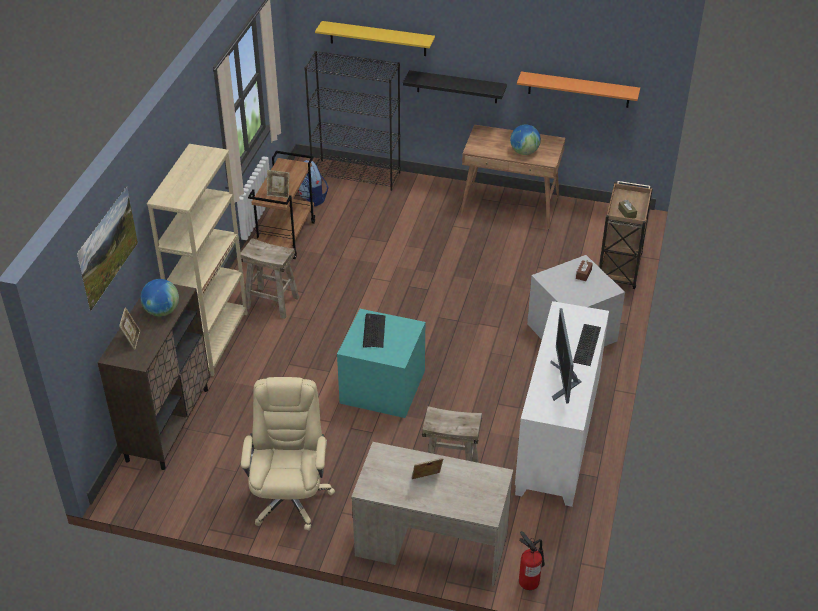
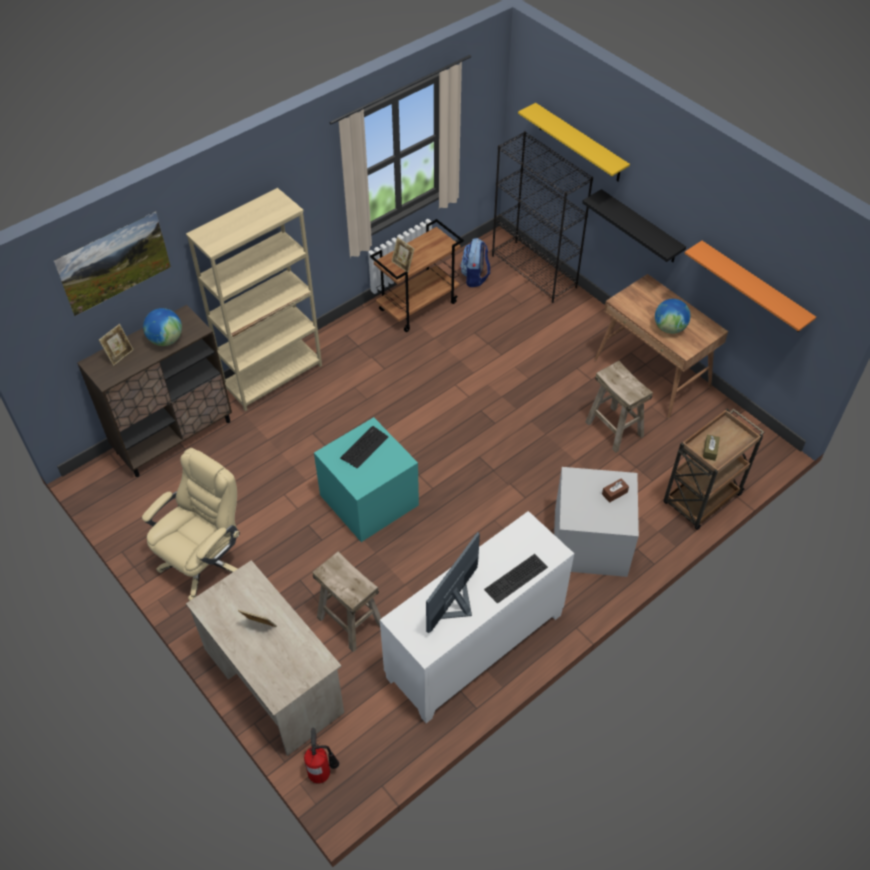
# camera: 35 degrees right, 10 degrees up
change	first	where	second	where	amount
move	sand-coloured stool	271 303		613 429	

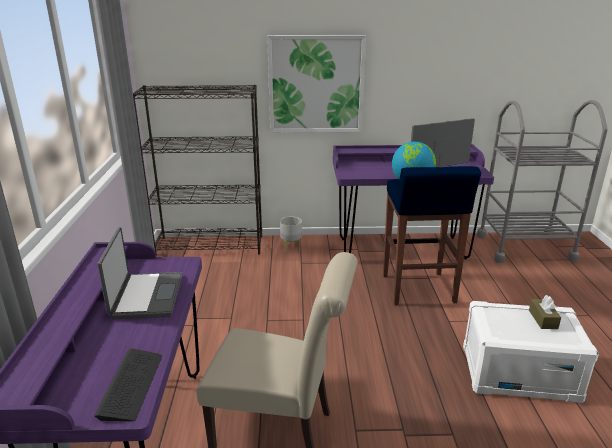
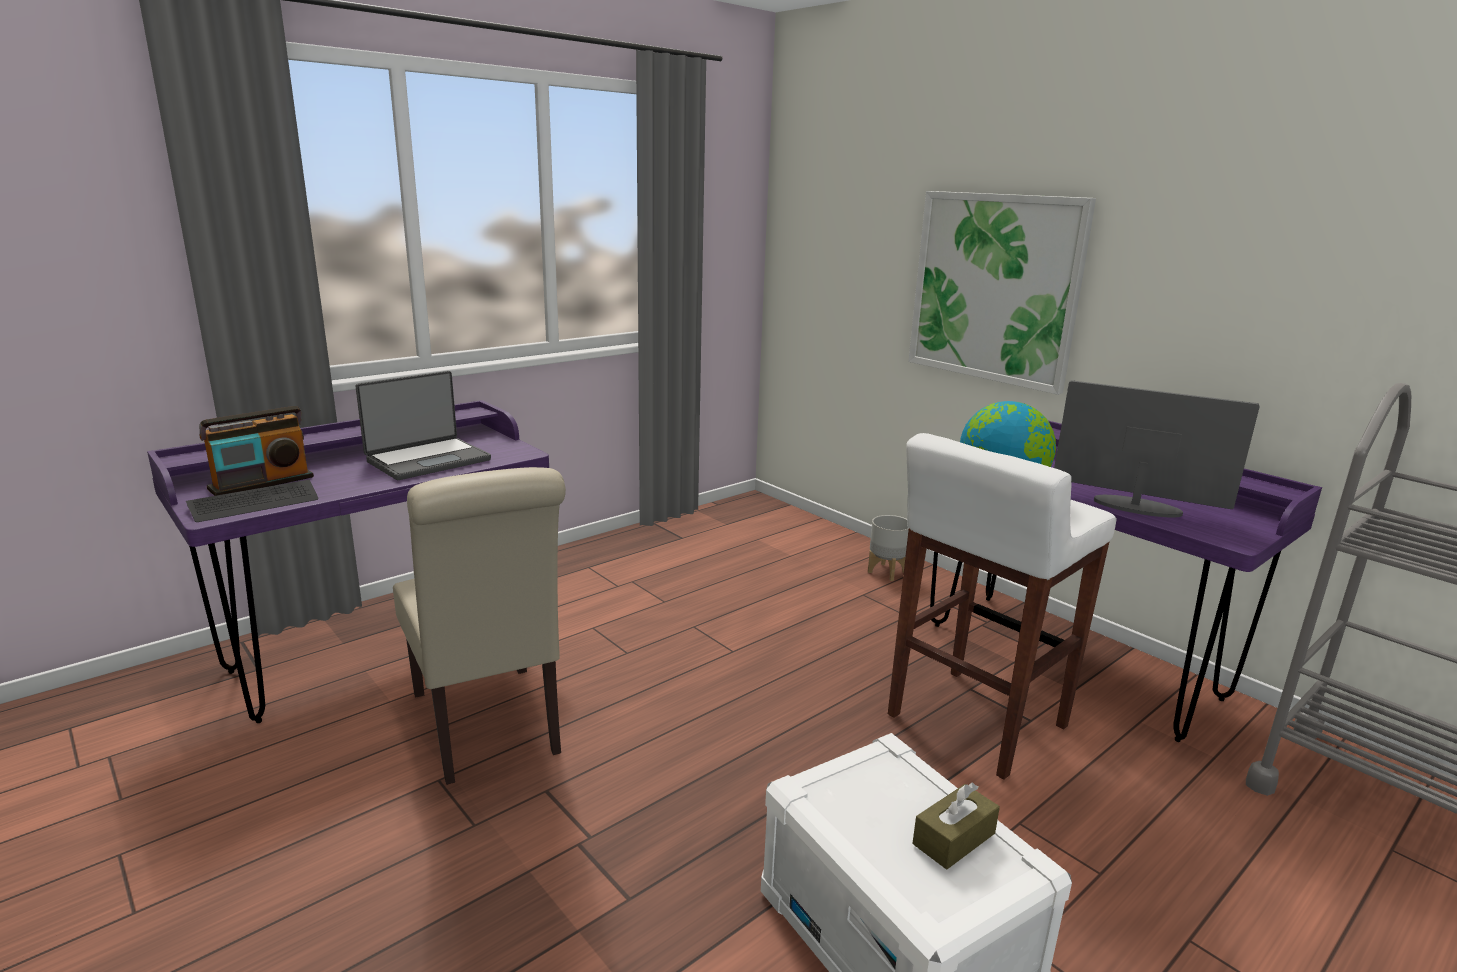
# camera: 50 degrees right, 5 degrees down
change	first	where	second	where	amount
delete	blackish shelving unit	210 245			
recolor	blue-coloured stool	418 289	whitish stool	974 722	
insert			radio	262 483	

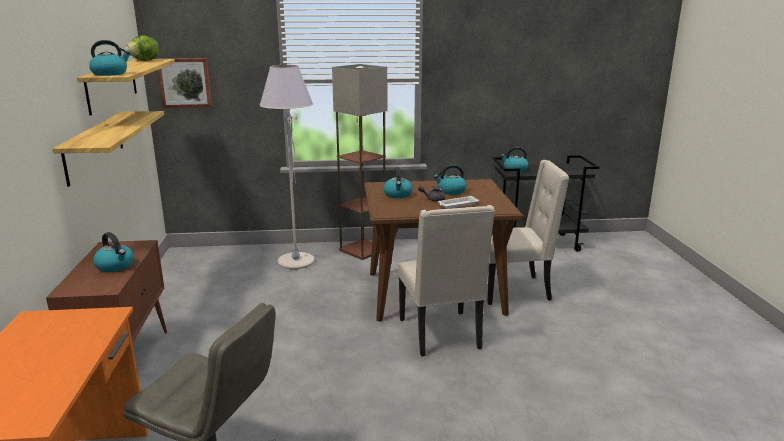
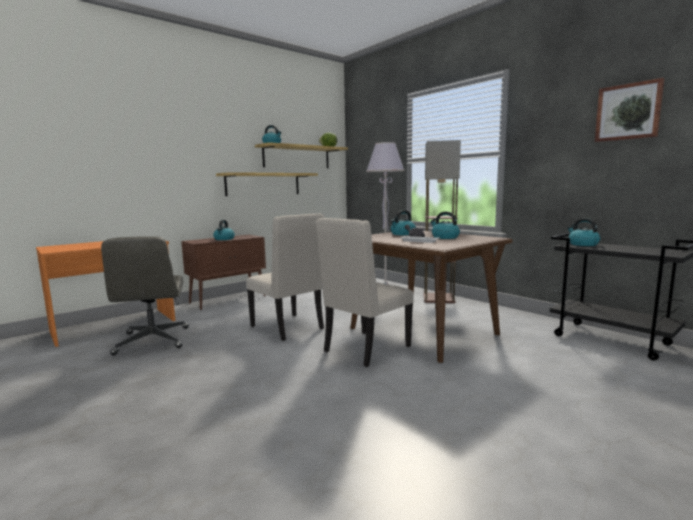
# camera: 55 degrees right, 10 degrees down
change	first	where	second	where	amount
move	wall picture	185 82		628 112	
move	sand-coloured chair	513 289		289 328	

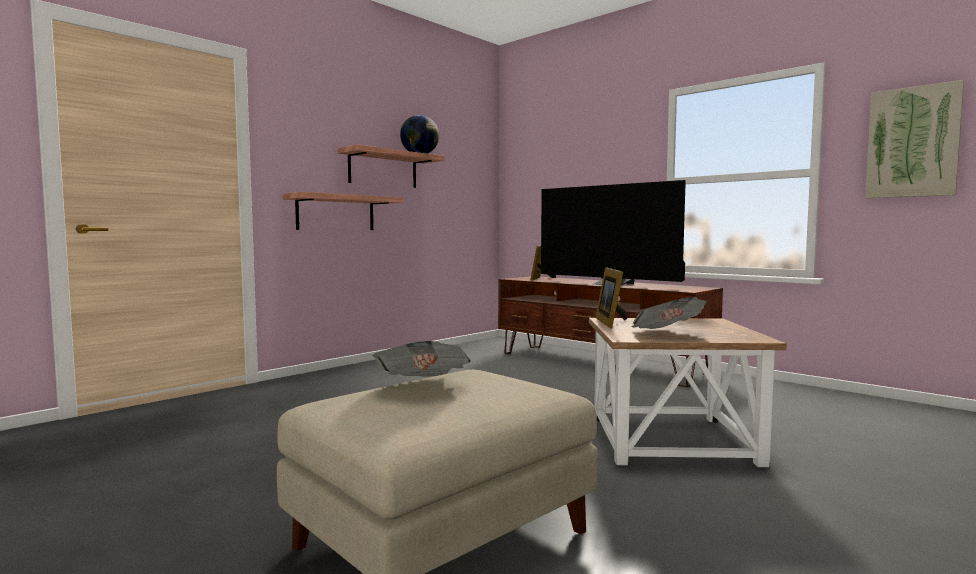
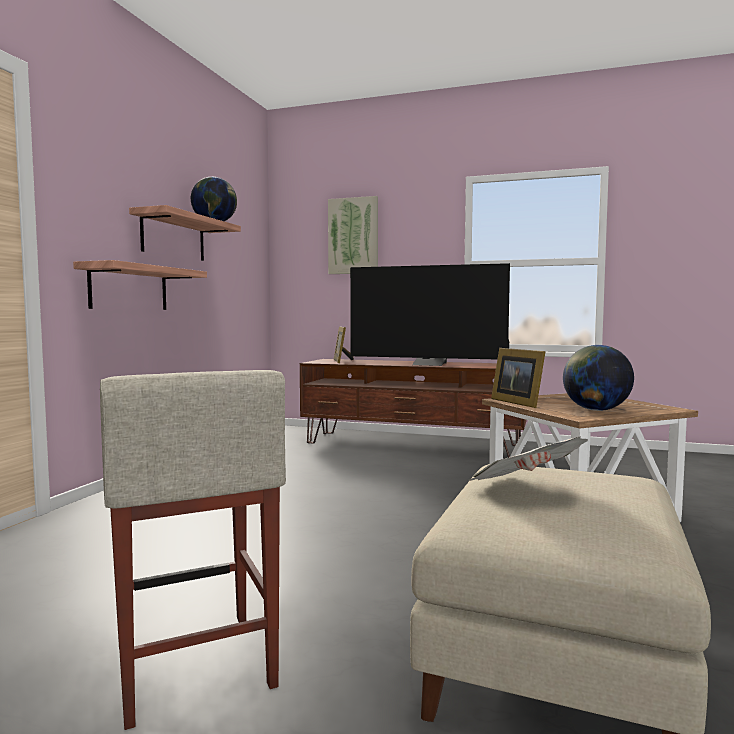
# camera: 25 degrees left, 0 degrees up
change	first	where	second	where	amount
replace	printed paper	667 334	world globe	595 410	
move	wall picture	912 142		353 236	
insert			sand-coloured stool	193 666	

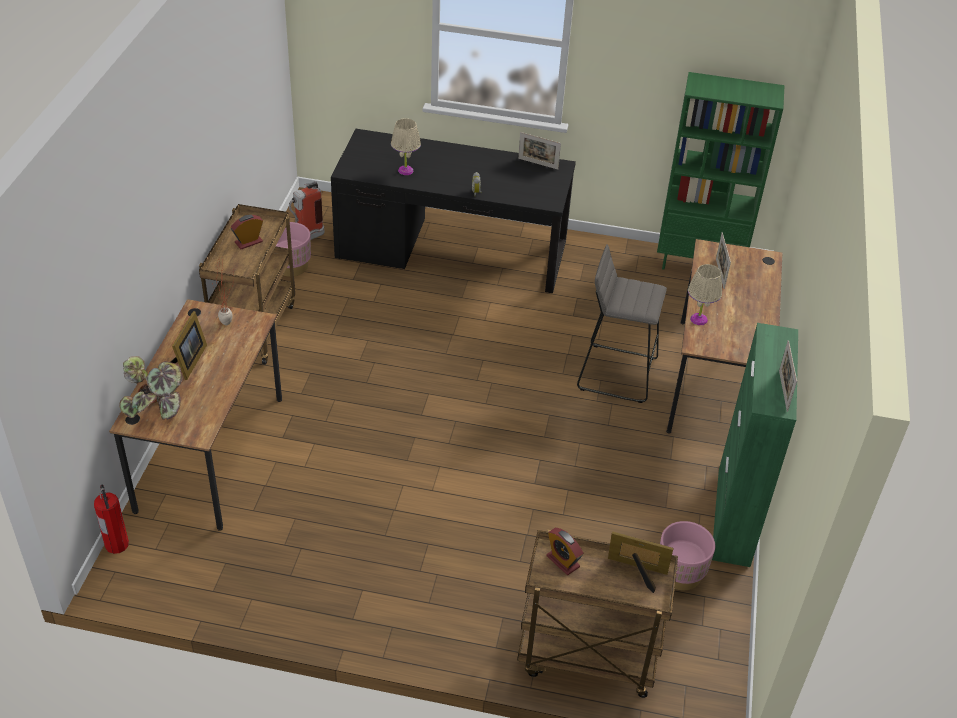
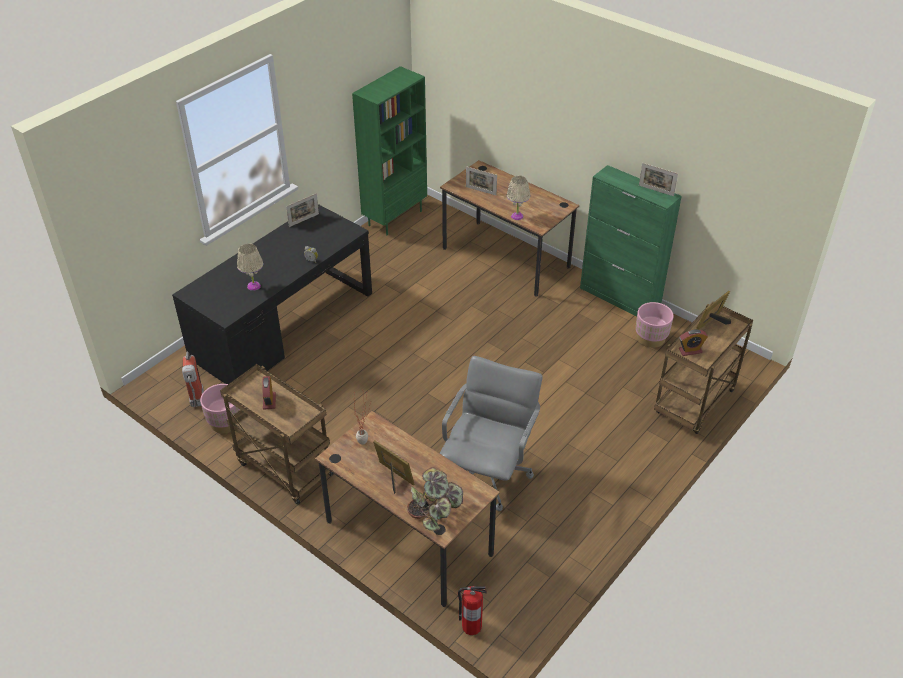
# camera: 60 degrees left, 0 degrees up
change	first	where	second	where	amount
delete	gray stool	617 373			
insert			gray office chair	488 474	

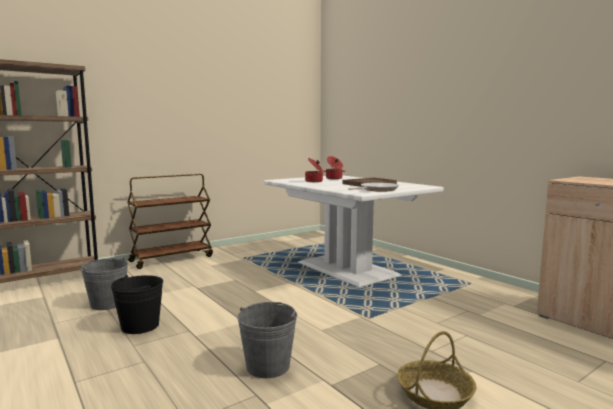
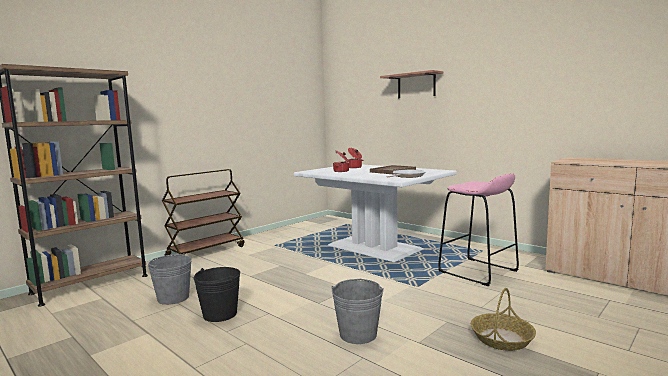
# camera: 10 degrees left, 0 degrees up
change	first	where	second	where	amount
insert			shelf	416 85	
insert			pink-coloured stool	478 271	

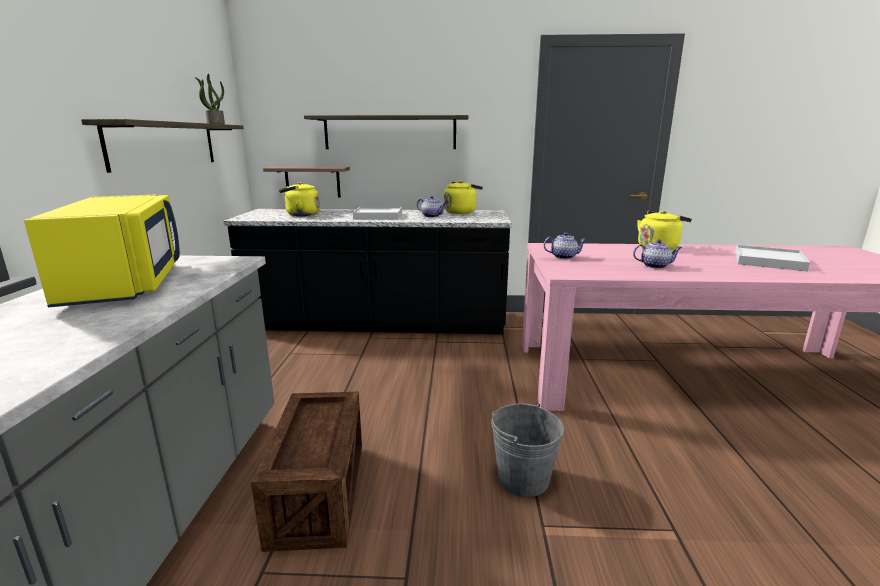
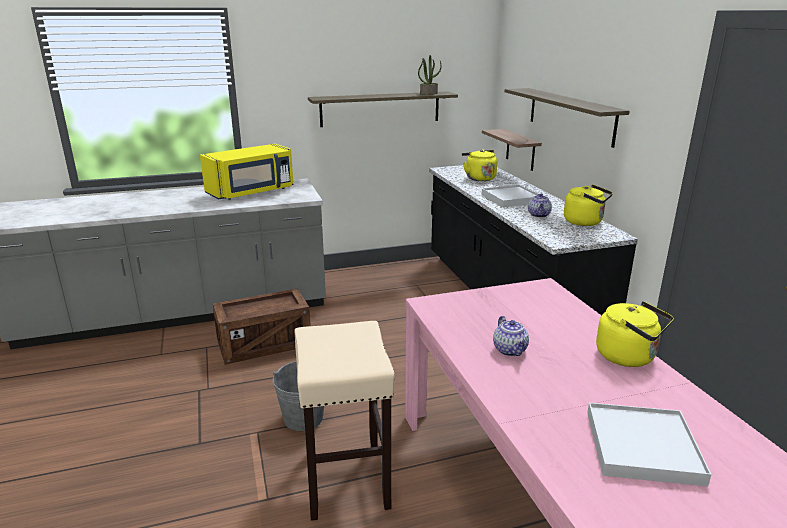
# camera: 70 degrees right, 5 degrees up
change	first	where	second	where	amount
delete	tea pot	564 257			
insert			sand-coloured stool	346 478	

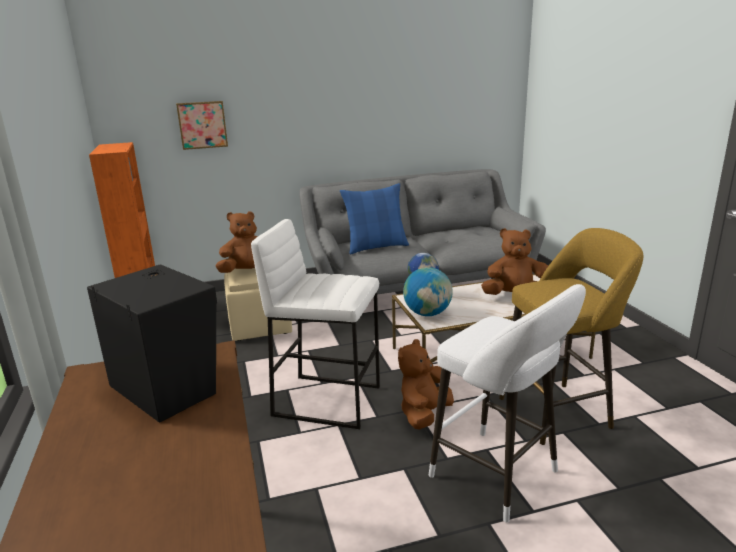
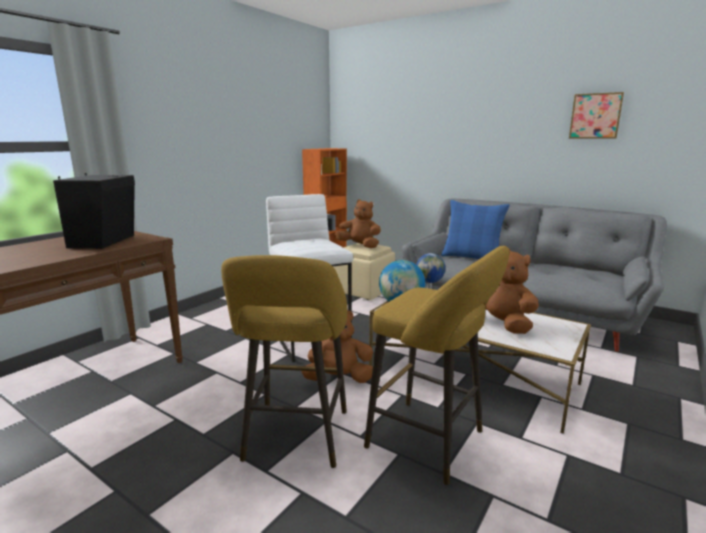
# camera: 50 degrees right, 5 degrees down
change	first	where	second	where	amount
move	wall picture	202 125		595 116	
recolor	whitish stool	500 477	yellowish stool	295 439	

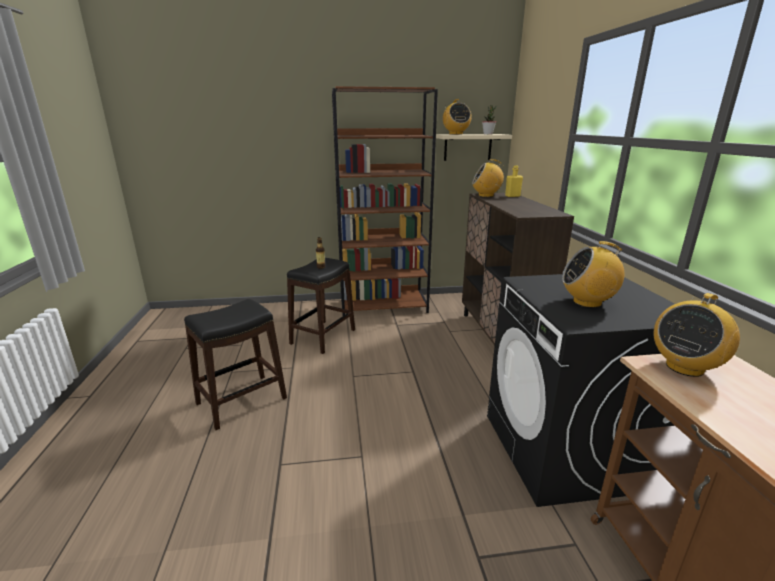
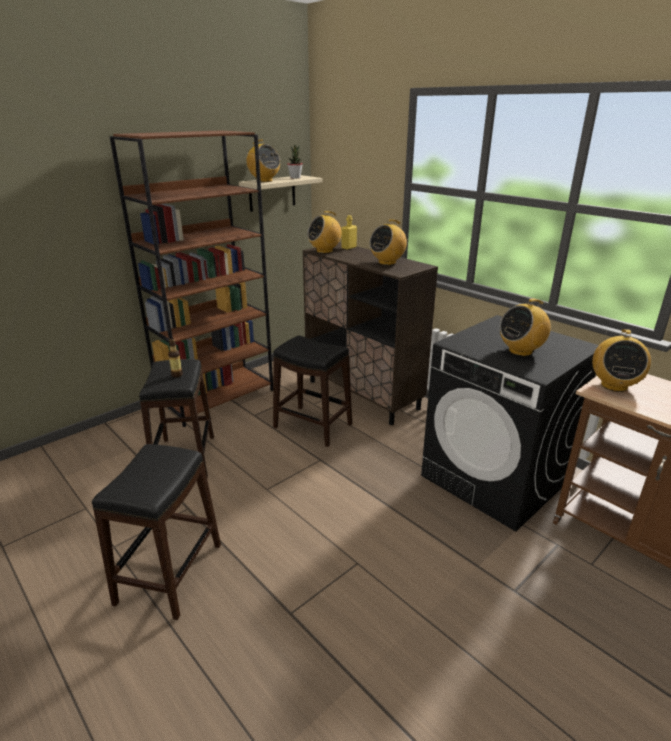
# camera: 35 degrees left, 5 degrees up
change	first	where	second	where	amount
insert			blackish stool	313 425	
insert			radio	387 262	

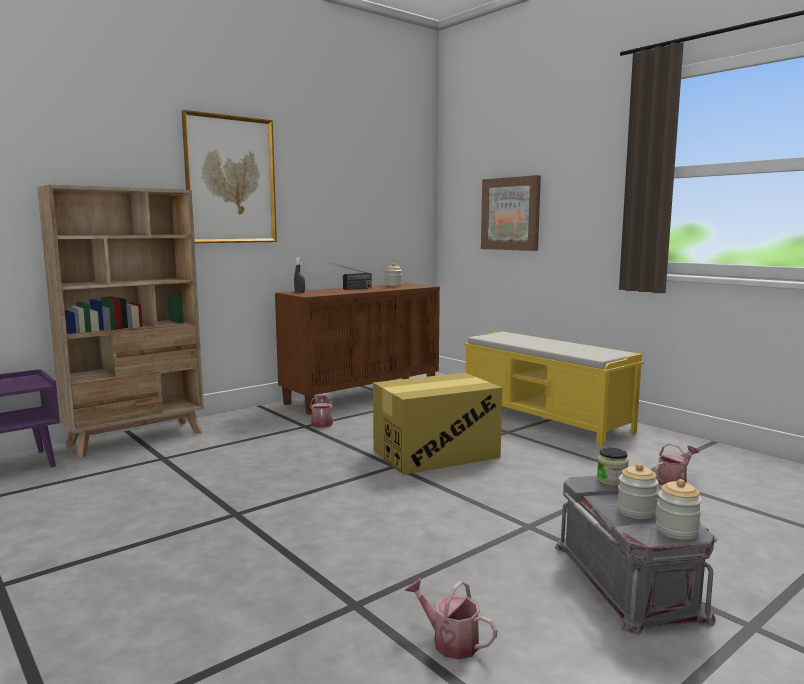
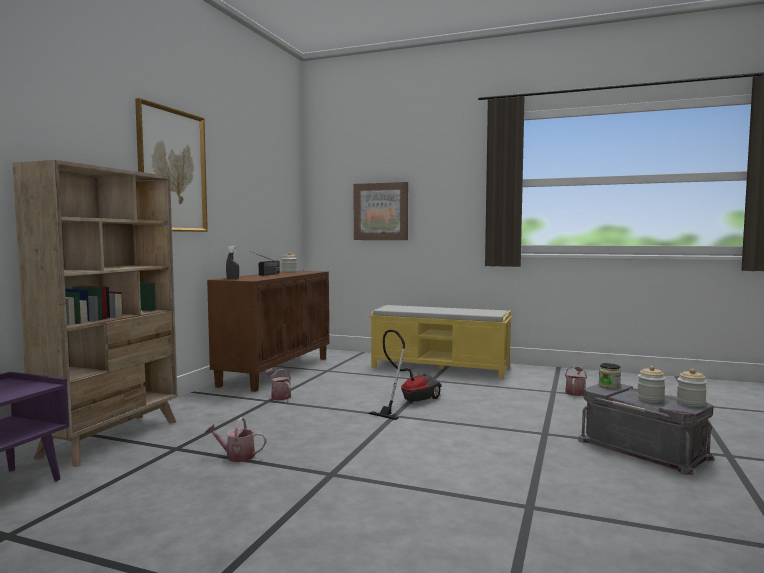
# camera: 30 degrees left, 5 degrees down
change	first	where	second	where	amount
replace	carton	436 454	vacuum	409 402	
move	sprinkling can	449 641		236 456	

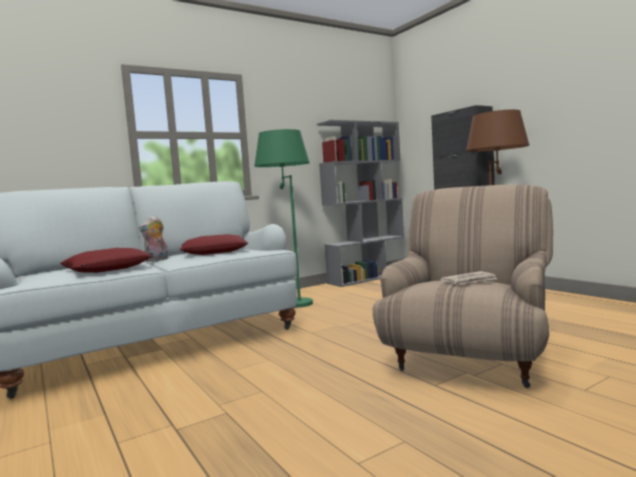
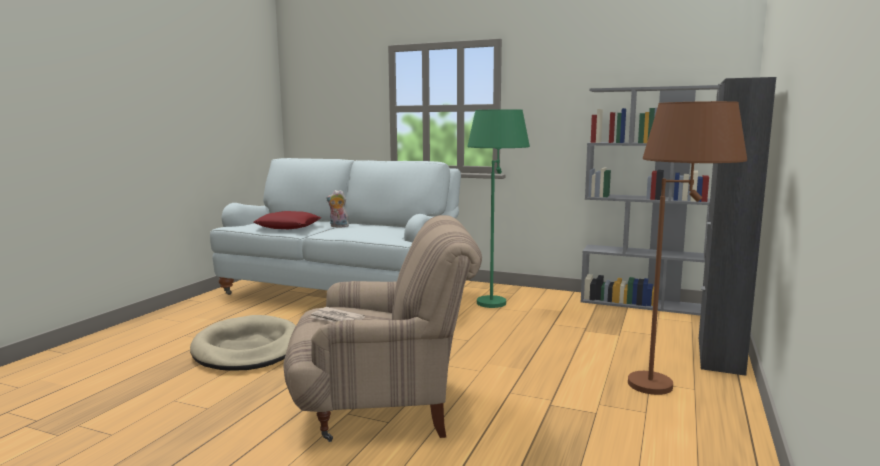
# camera: 55 degrees right, 5 degrees up
change	first	where	second	where	amount
delete	reddish throw pillow	214 252			
insert			sand-coloured dog bed	248 349	

